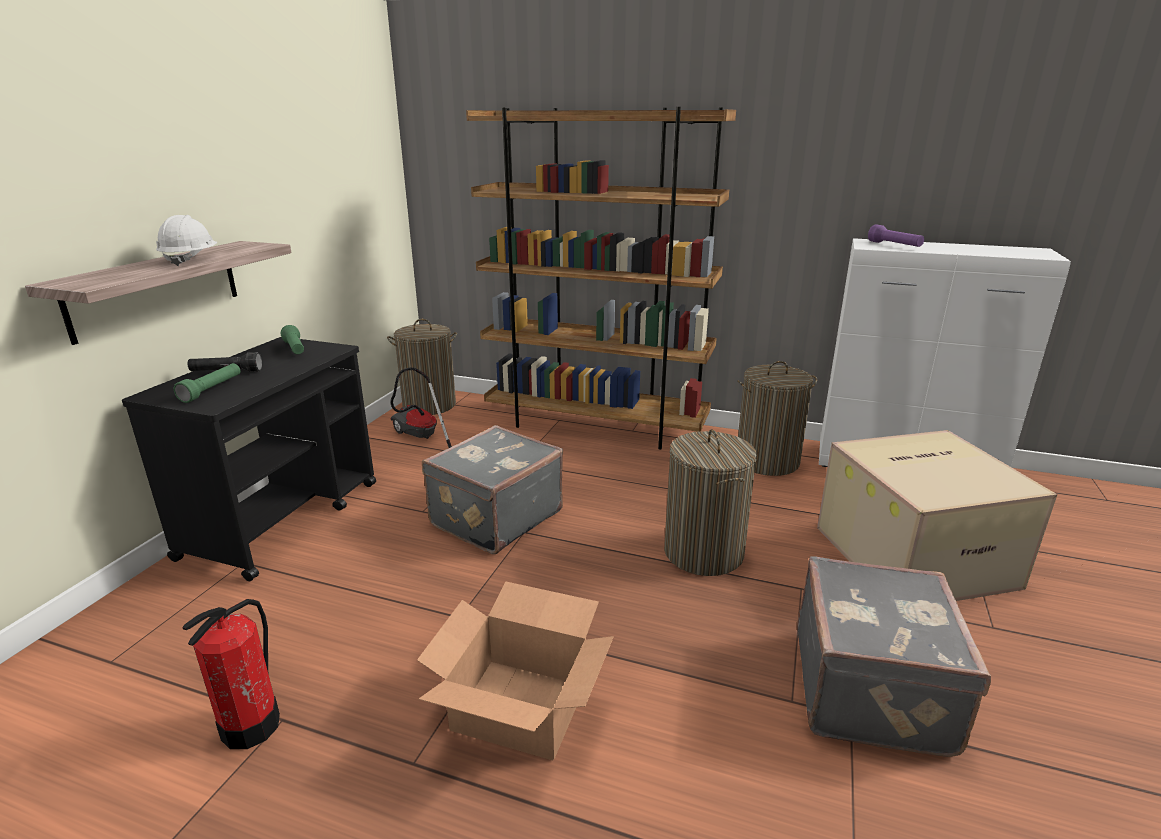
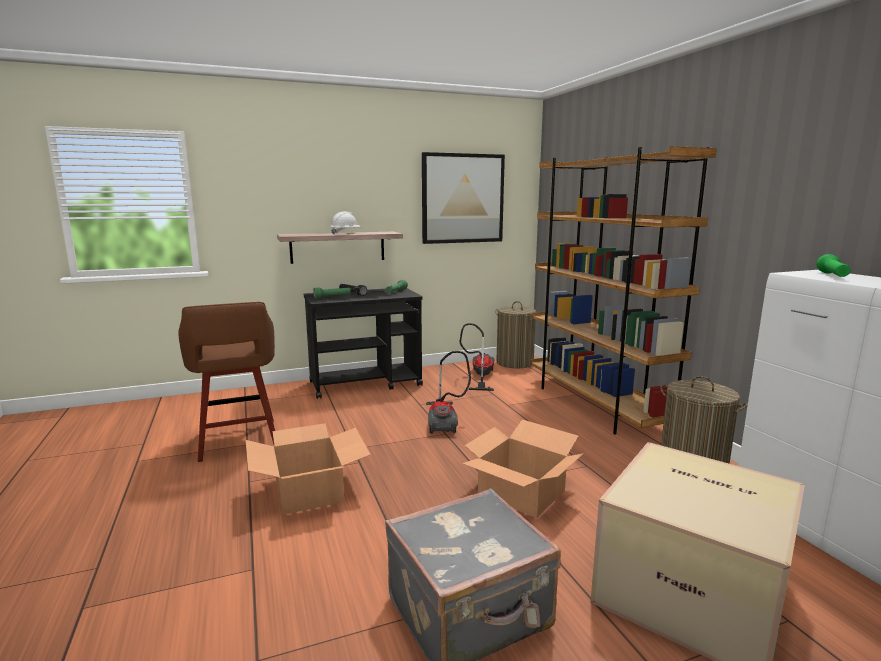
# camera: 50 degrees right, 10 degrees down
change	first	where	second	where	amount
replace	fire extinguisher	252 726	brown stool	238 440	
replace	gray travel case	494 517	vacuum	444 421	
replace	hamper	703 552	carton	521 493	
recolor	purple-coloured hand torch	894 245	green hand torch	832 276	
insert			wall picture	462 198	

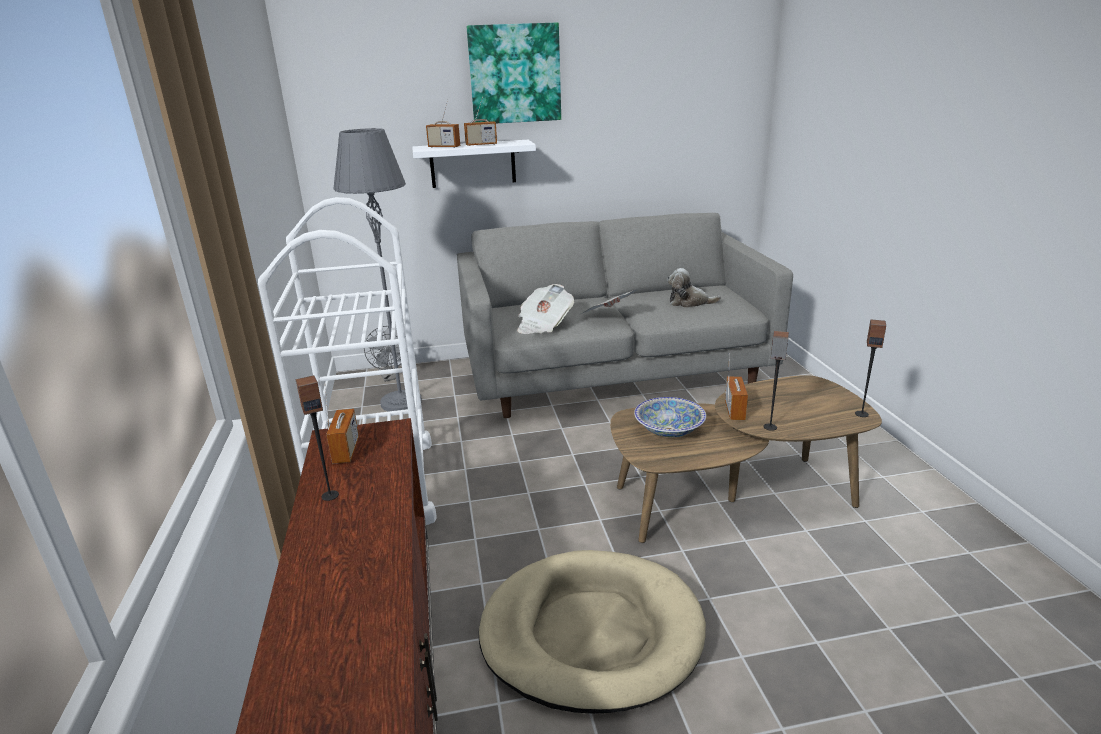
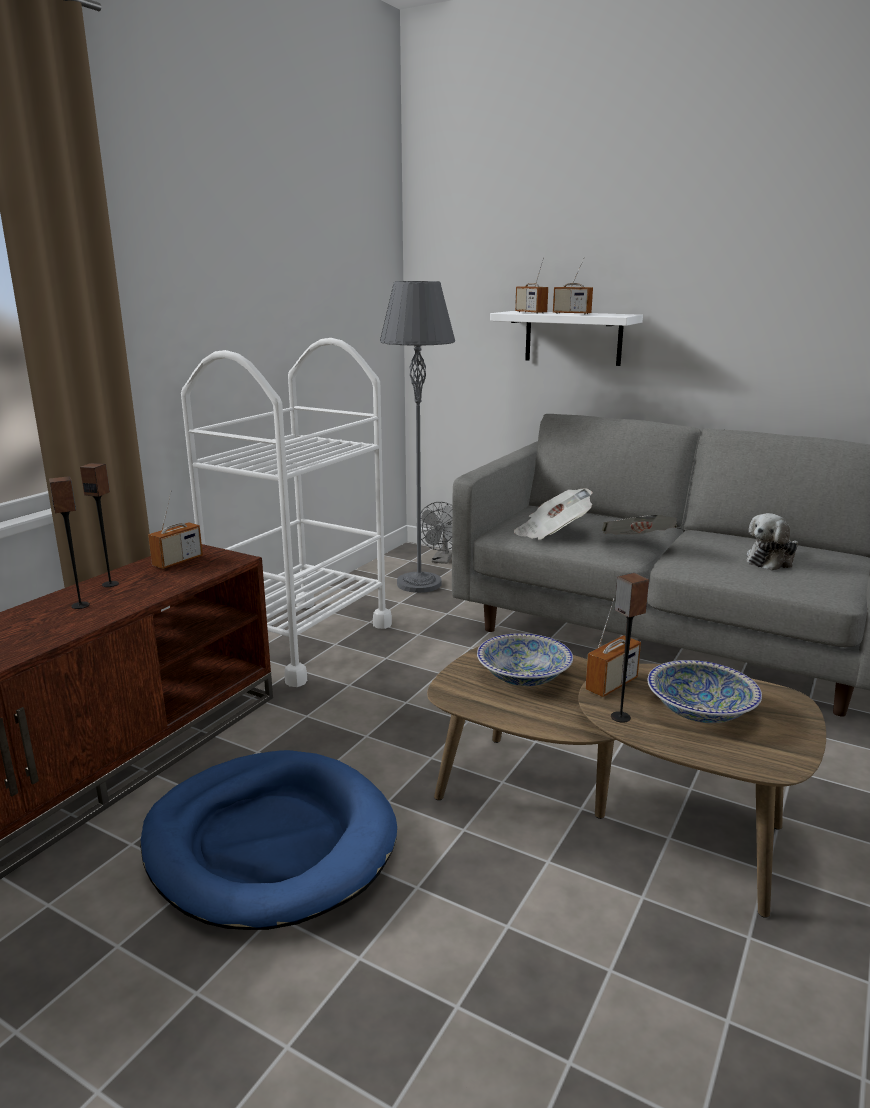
# camera: 40 degrees right, 5 degrees down
change	first	where	second	where	amount
delete	wall picture	515 74			
recolor	sand-coloured dog bed	591 633	blue-coloured dog bed	270 842	
rotate	soft toy	689 302		771 560	90 degrees counterclockwise
move	audio speaker	861 414		81 605	
insert			bowl	700 711	

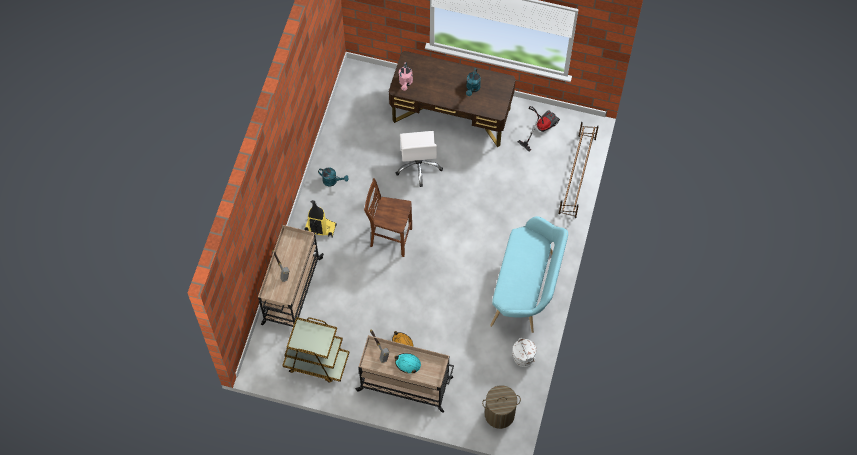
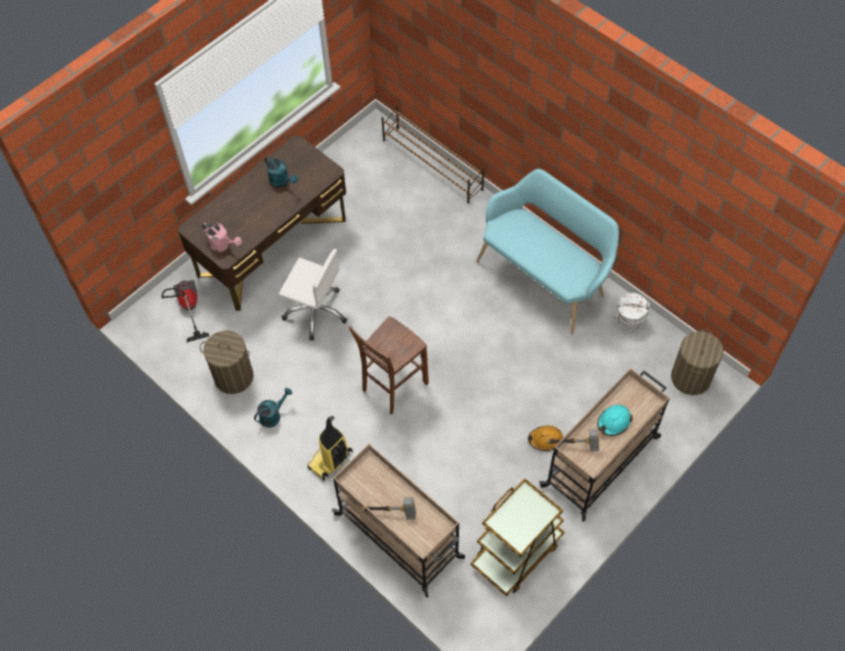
# camera: 60 degrees left, 5 degrees down
change	first	where	second	where	amount
move	vacuum	540 128		188 308	
insert			hamper	233 376	

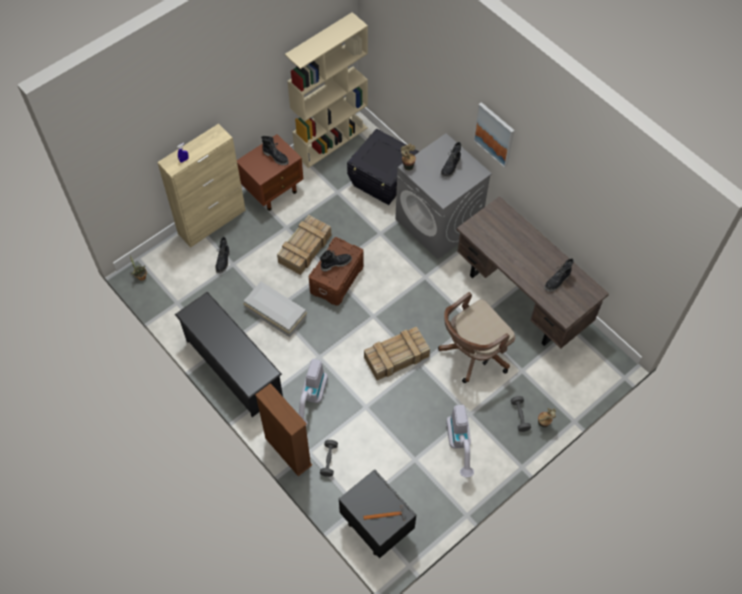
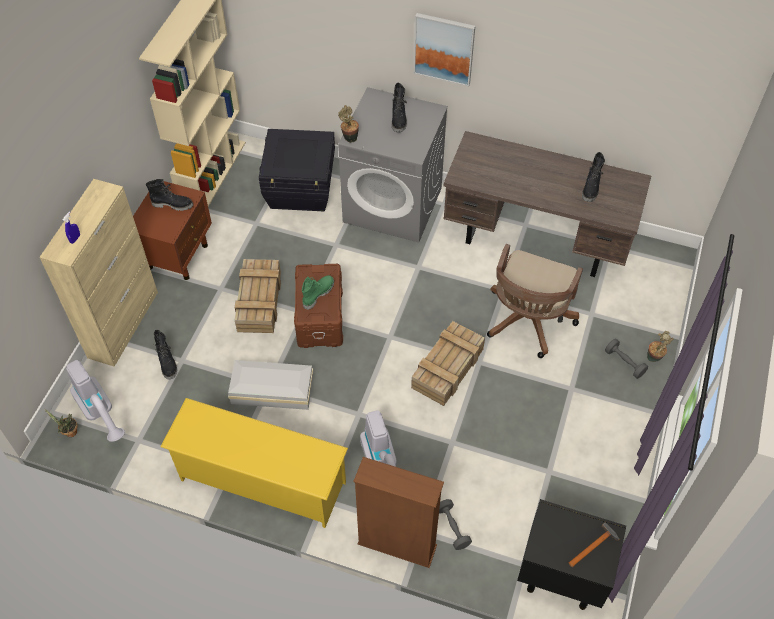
# camera: 30 degrees left, 5 degrees down
change	first	where	second	where	amount
recolor	blackish shoe stand	233 367	yellowish shoe stand	262 481	
recolor	blackish high-top boot	336 263	green high-top boot	318 294	
move	vacuum	460 445		101 414	

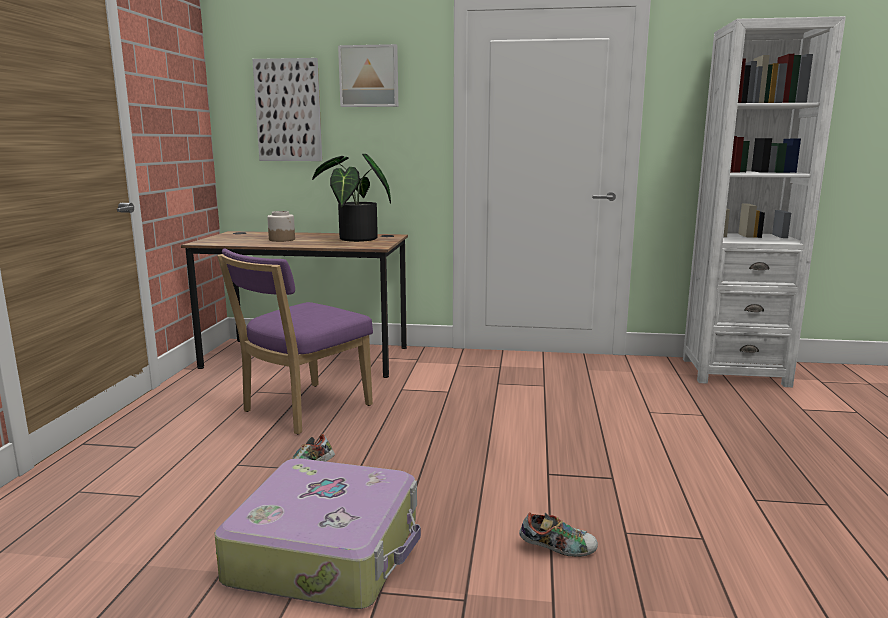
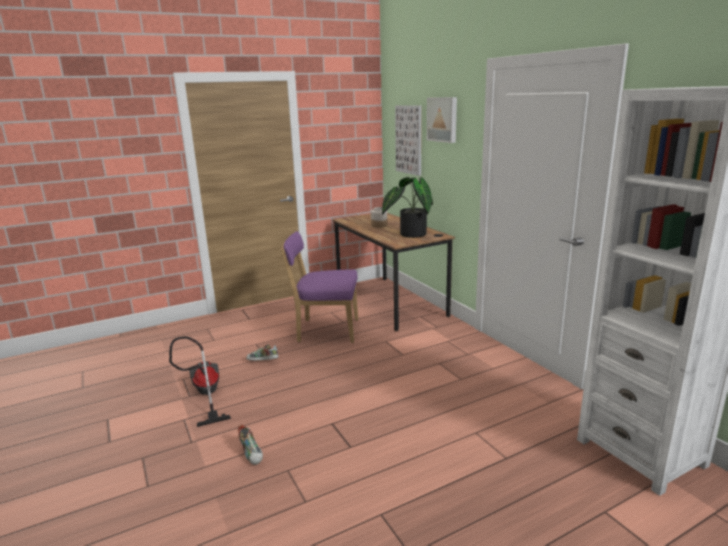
# camera: 55 degrees right, 5 degrees up
change	first	where	second	where	amount
replace	travel case	327 551	vacuum	204 395	

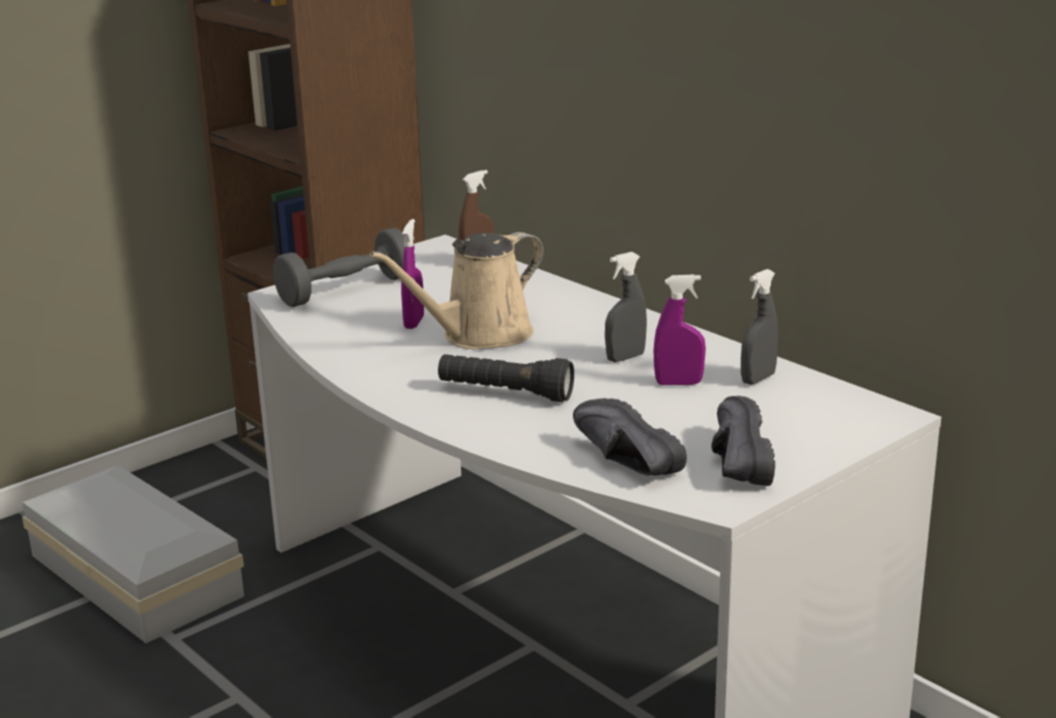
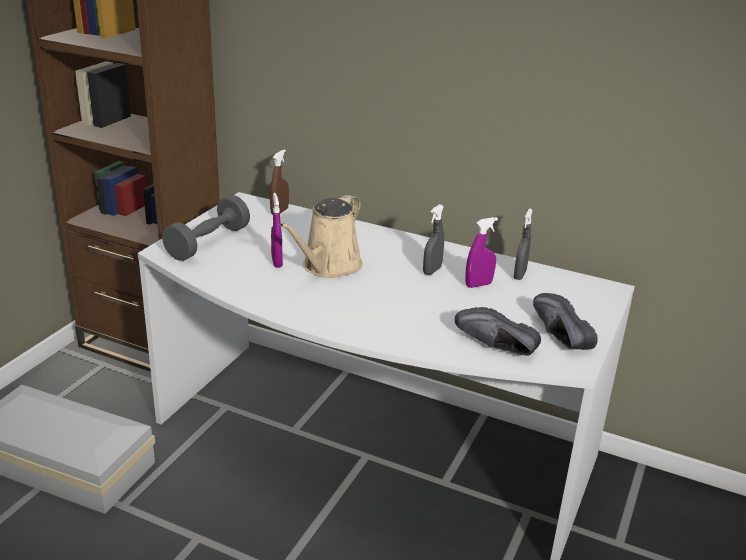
# camera: 25 degrees left, 5 degrees up
change	first	where	second	where	amount
delete	blackish hand torch	505 393			

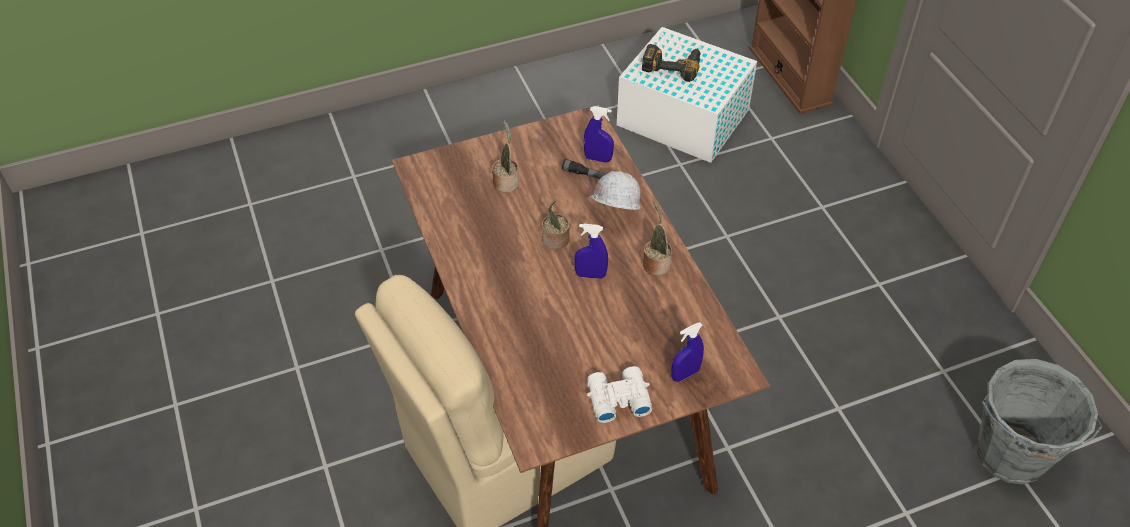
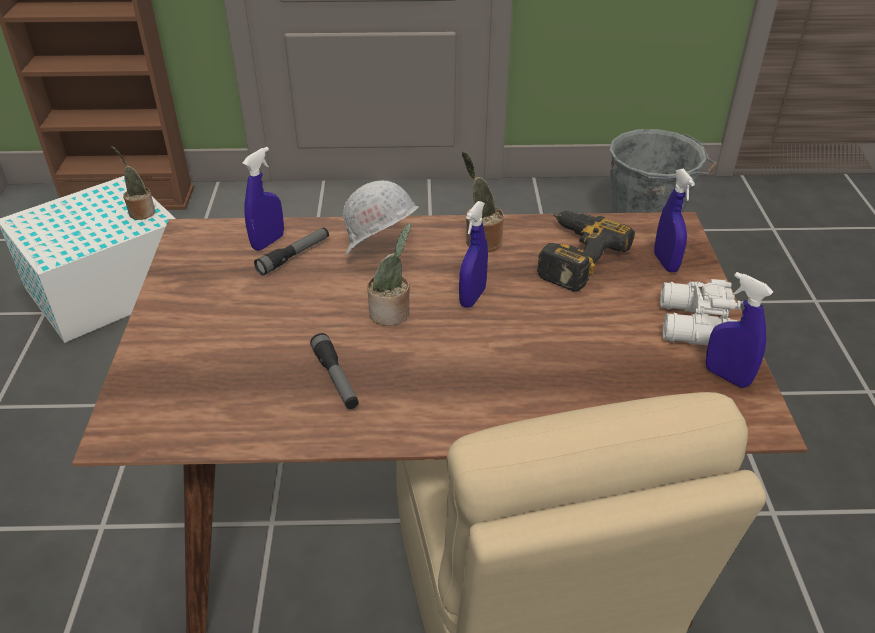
# camera: 70 degrees left, 10 degrees down
change	first	where	second	where	amount
move	potted plant	506 182		140 212	
move	electric drill	672 65		571 255	
insert			hand torch	336 378	
insert			blue-coloured hand sprayer	726 376	

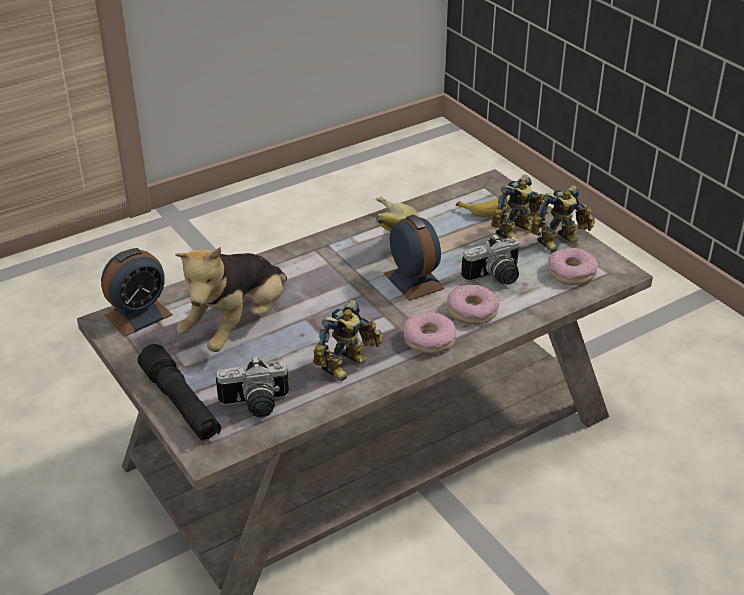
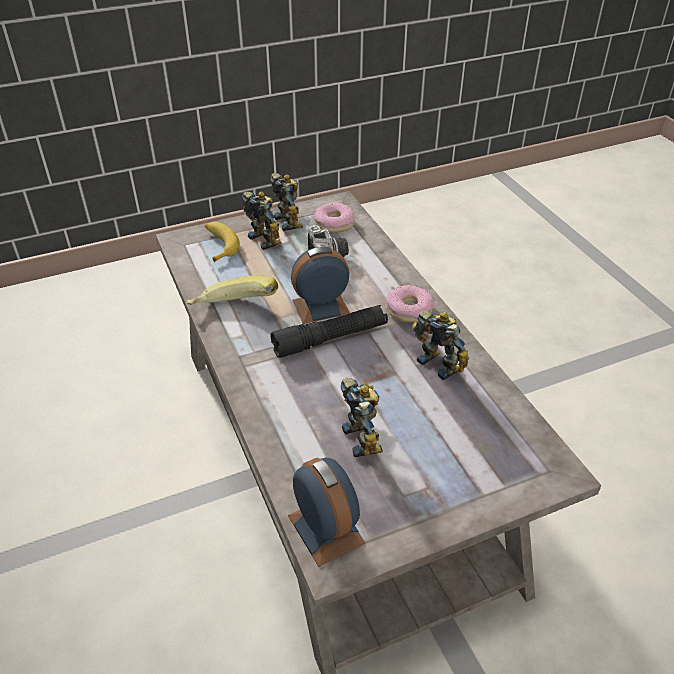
# camera: 80 degrees left, 5 degrees up
change	first	where	second	where	amount
move	blackish hand torch	181 403		330 339	
replace	soft toy	237 326	robot figure	365 437	
delete	photo camera	255 406			
delete	doughnut	471 311			

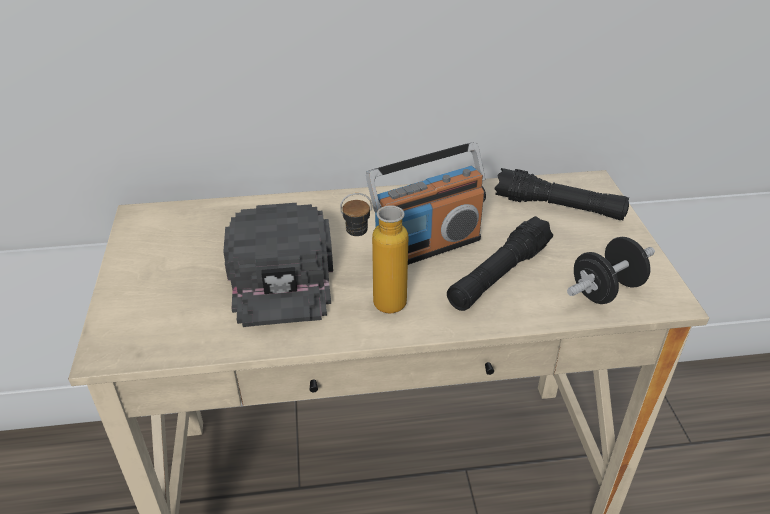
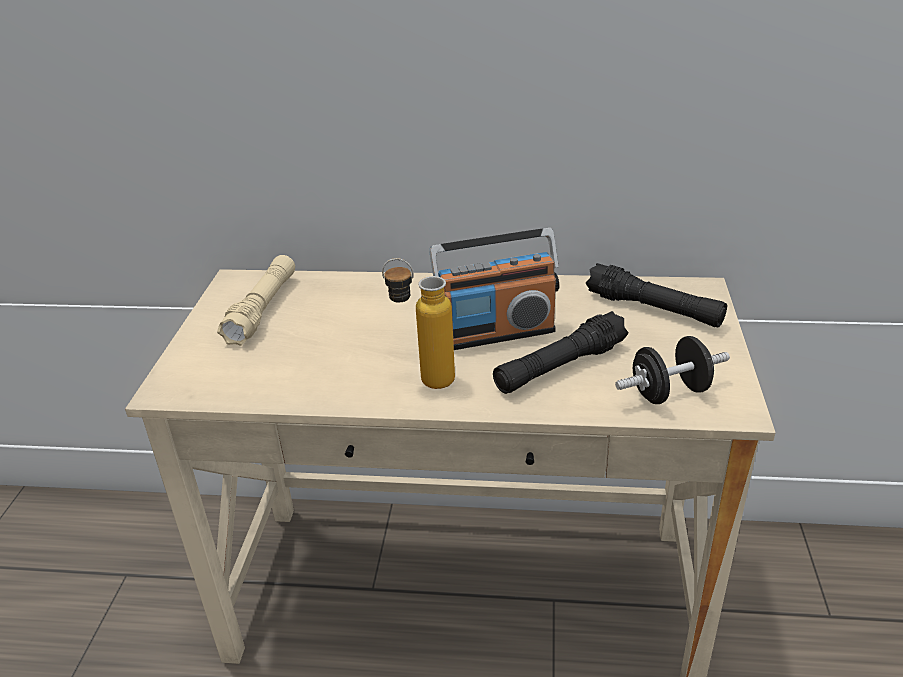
# camera: 15 degrees right, 5 degrees down
change	first	where	second	where	amount
delete	blackish peaked cap	282 275			
insert			sand-coloured hand torch	262 309	

